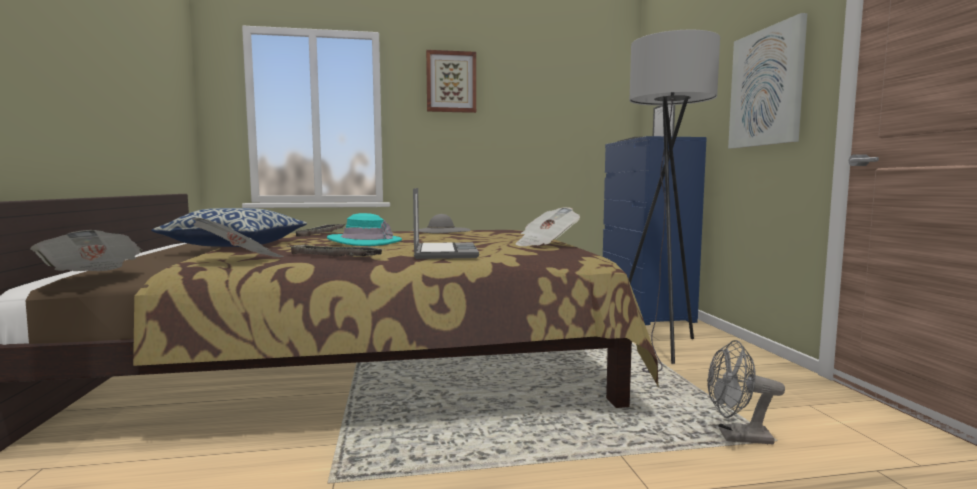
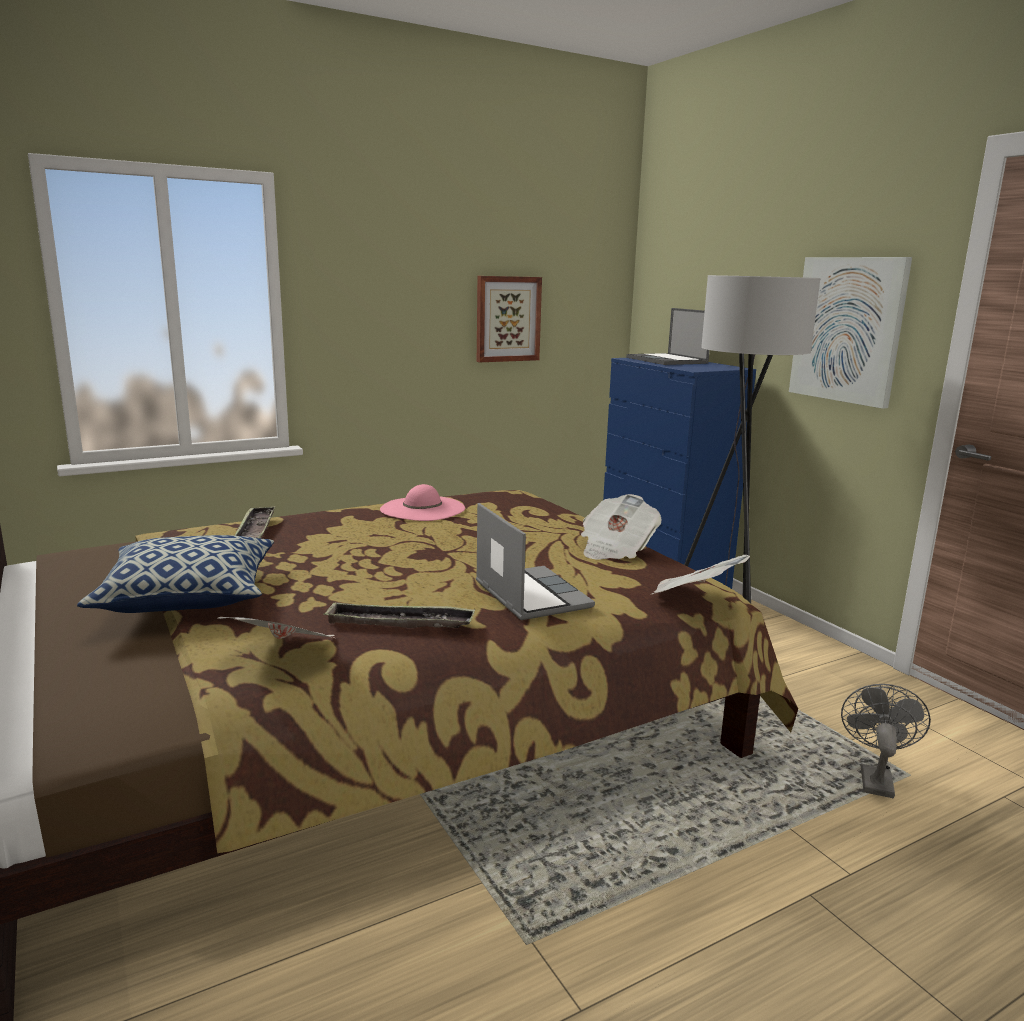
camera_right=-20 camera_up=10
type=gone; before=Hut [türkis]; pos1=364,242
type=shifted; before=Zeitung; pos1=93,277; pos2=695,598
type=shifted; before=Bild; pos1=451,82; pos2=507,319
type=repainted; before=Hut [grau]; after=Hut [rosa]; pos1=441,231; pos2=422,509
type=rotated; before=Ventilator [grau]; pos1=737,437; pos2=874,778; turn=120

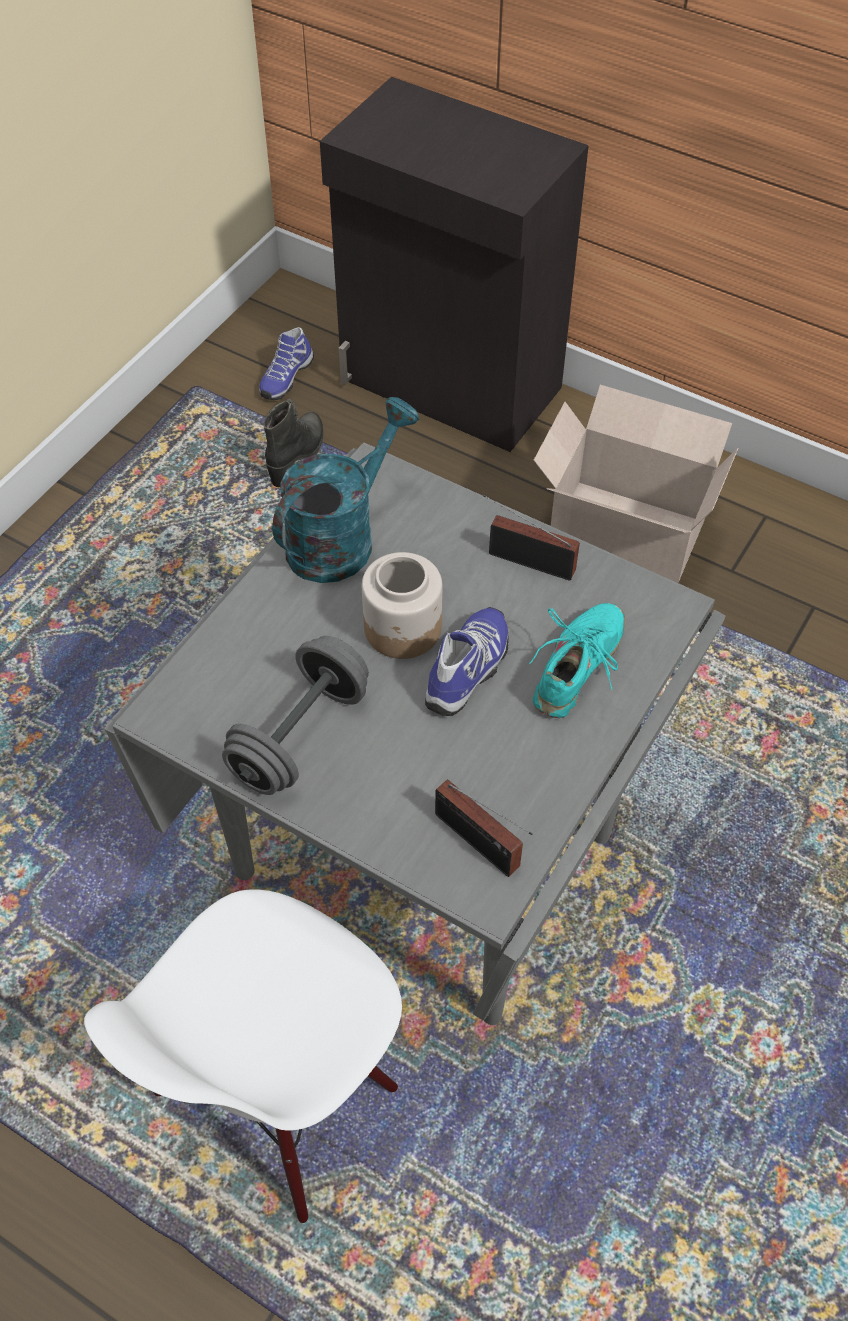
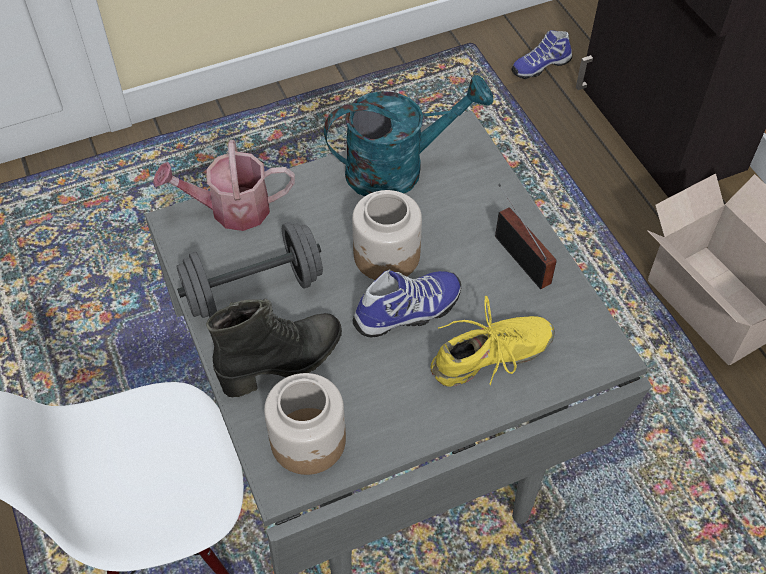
camera_right=35 camera_up=0
type=new; after=Gießkanne; pos2=231,209
type=shifted; before=Stiefel [schwarz]; pos1=298,456; pos2=283,363
type=swapped; before=Radio; after=Vorratsglas; pos1=480,845; pos2=309,441
type=repainted; before=Schuh [türkis]; after=Schuh [gelb]; pos1=578,668; pos2=491,357

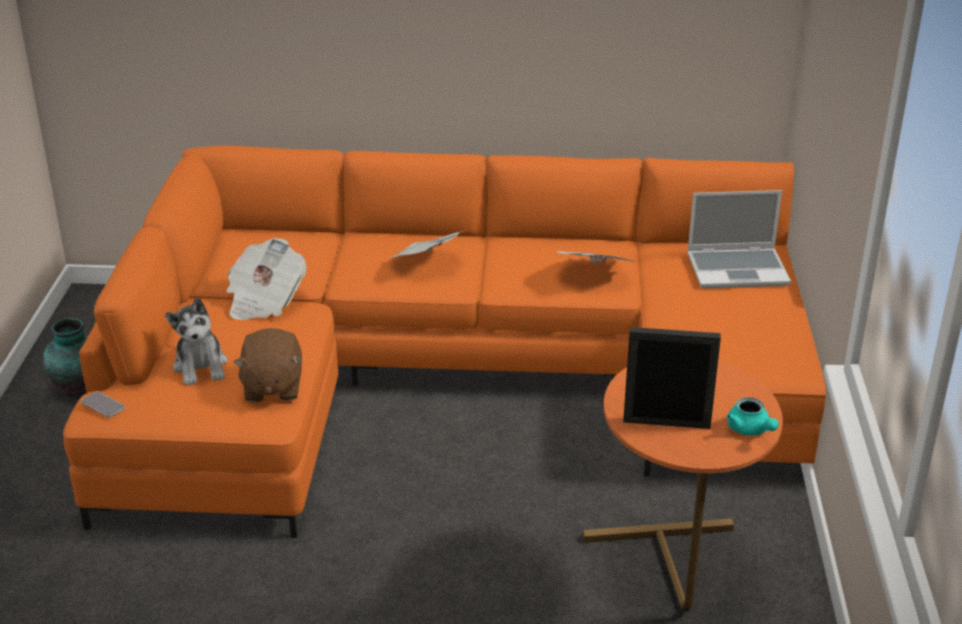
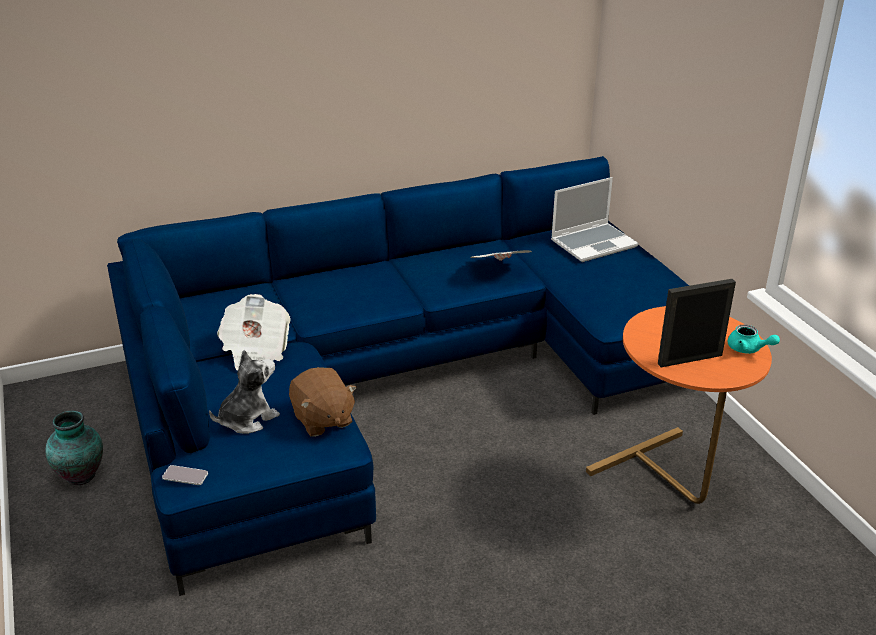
camera_right=-25 camera_up=0
type=gone; before=Zeitung; pos1=426,263
type=repainted; before=Sofa [orange]; after=Sofa [blau]; pos1=459,381; pos2=405,381
type=rotated; before=Plüschtier; pos1=201,366; pos2=247,419; turn=-90

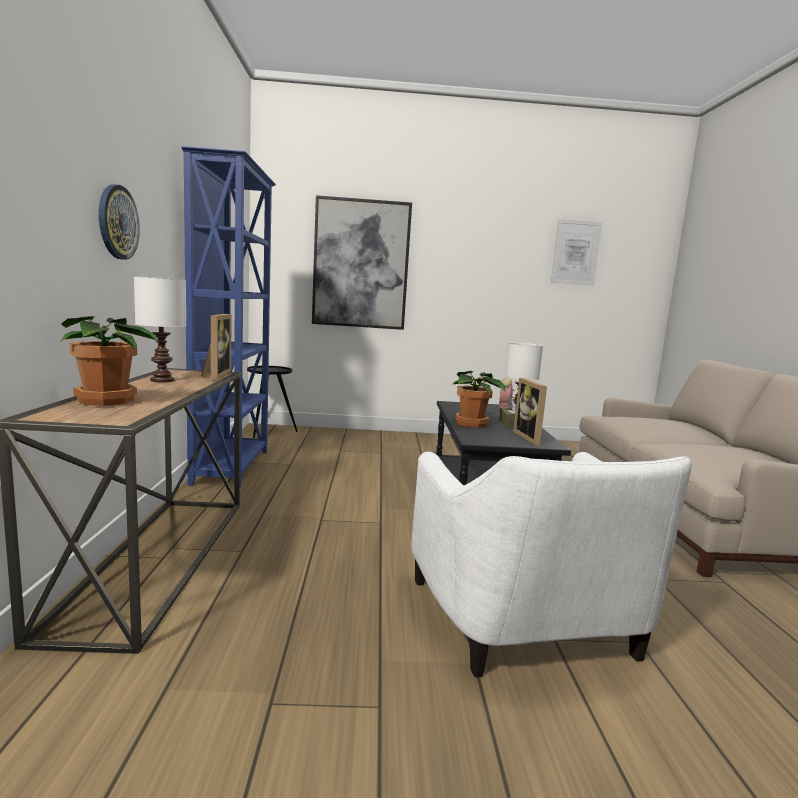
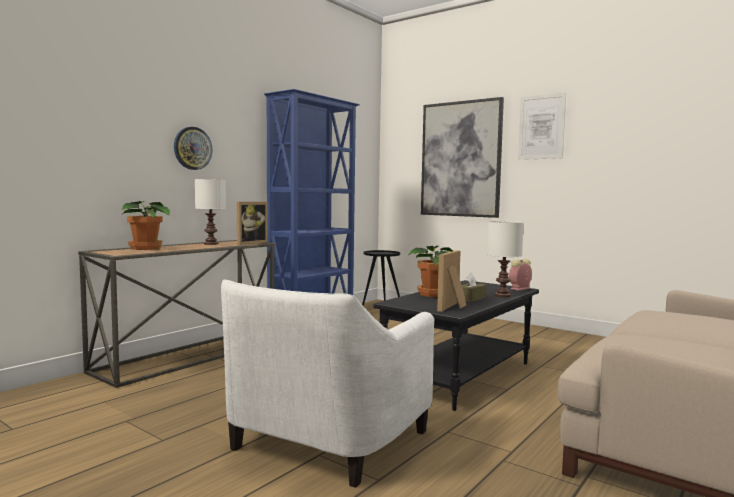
camera_right=40 camera_up=-5
type=shifted; before=Bild; pos1=575,252; pos2=541,127

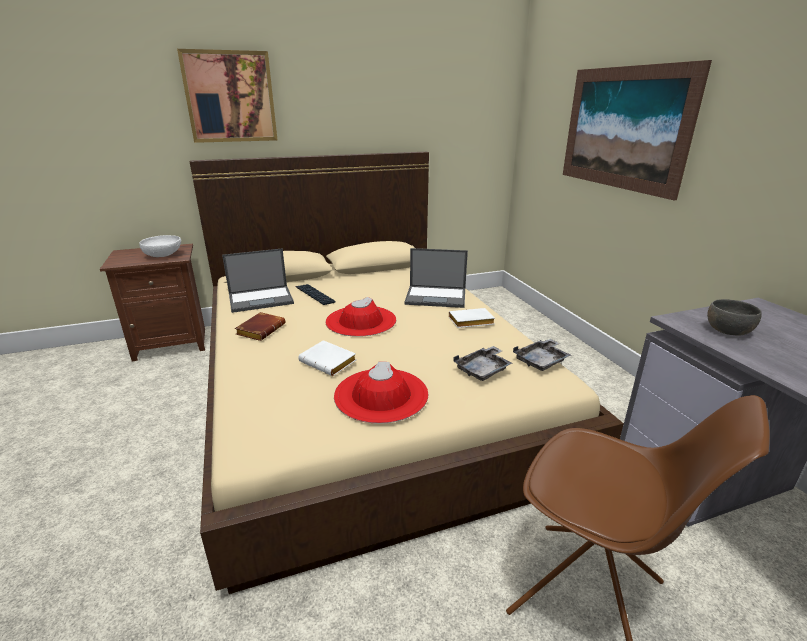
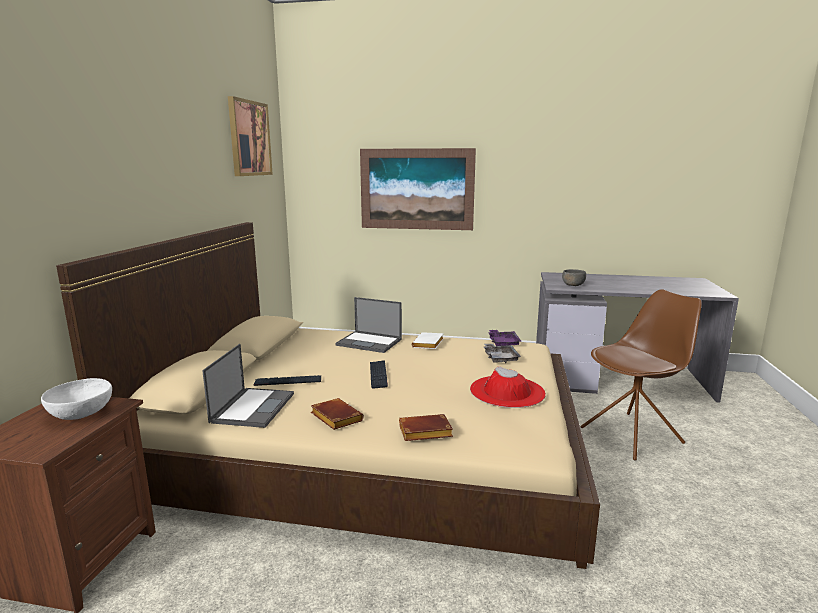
camera_right=-60 camera_up=-10
type=gone; before=Buch [weiß]; pos1=330,362
type=new; after=Buch [braun]; pos2=424,433
type=shifted; before=Bild; pos1=230,97; pos2=249,138
type=swapped; before=Hut [rot]; after=Tastatur; pos1=361,321; pos2=378,375
type=repainted; before=Tablett [grau]; after=Tablett [lila]; pos1=541,361; pos2=503,343
type=rotated; before=Laptop; pos1=436,297; pos2=370,342; turn=75

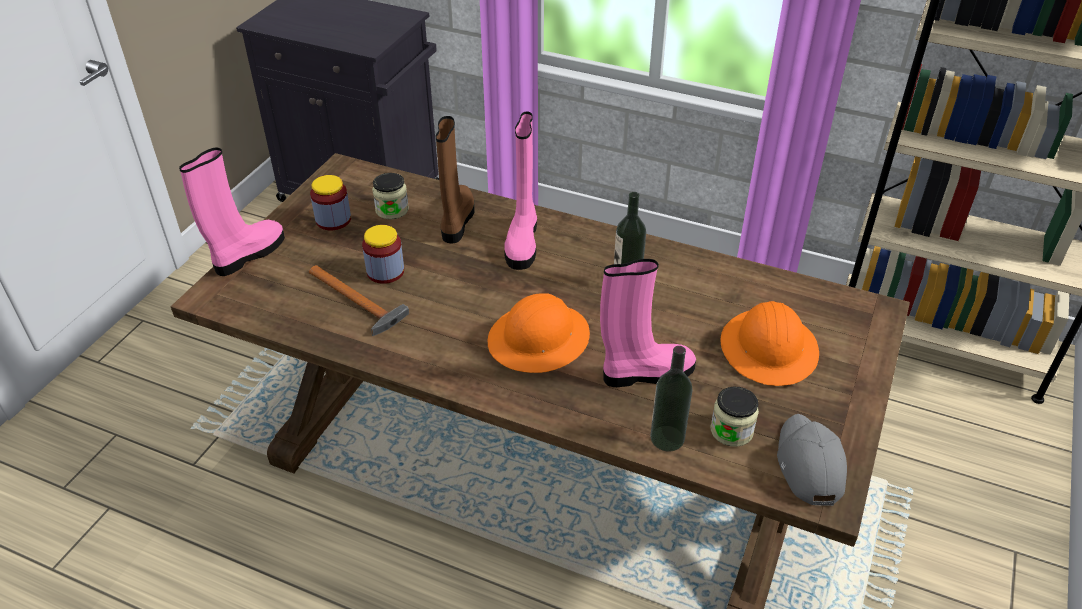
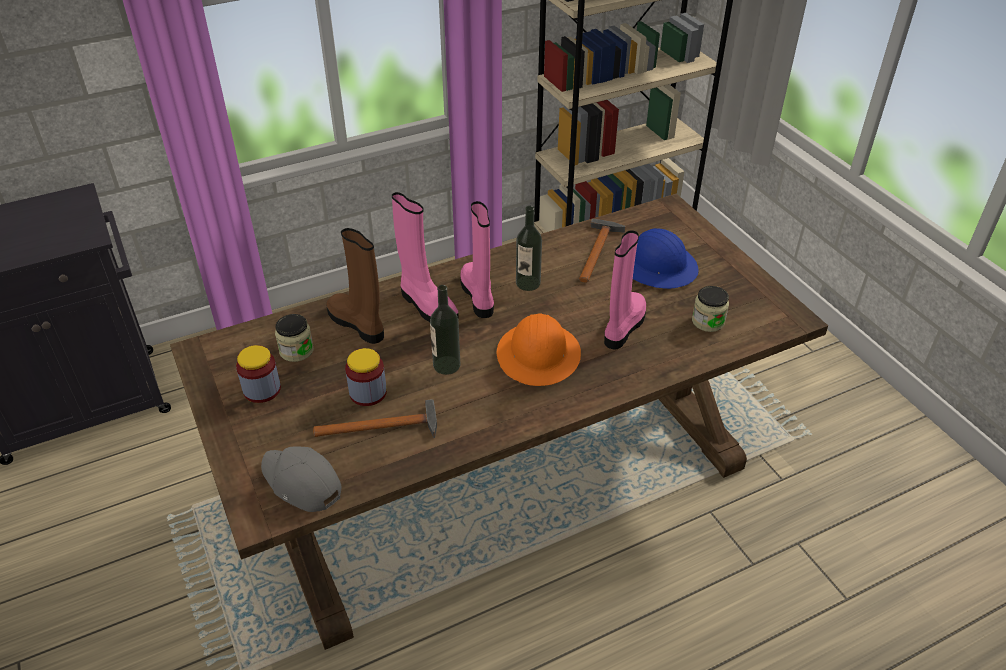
camera_right=-50 camera_up=0
type=new; after=Hammer; pos2=598,250
type=shifted; before=Stiefel [rosa]; pos1=248,255; pos2=479,296
type=shifted; before=Flasche; pos1=667,438; pos2=446,365
type=shifted; before=Kappe [grau]; pos1=808,465; pos2=301,483
type=repainted; before=Schutzhelm [orange]; after=Schutzhelm [blau]; pos1=769,349; pos2=657,266

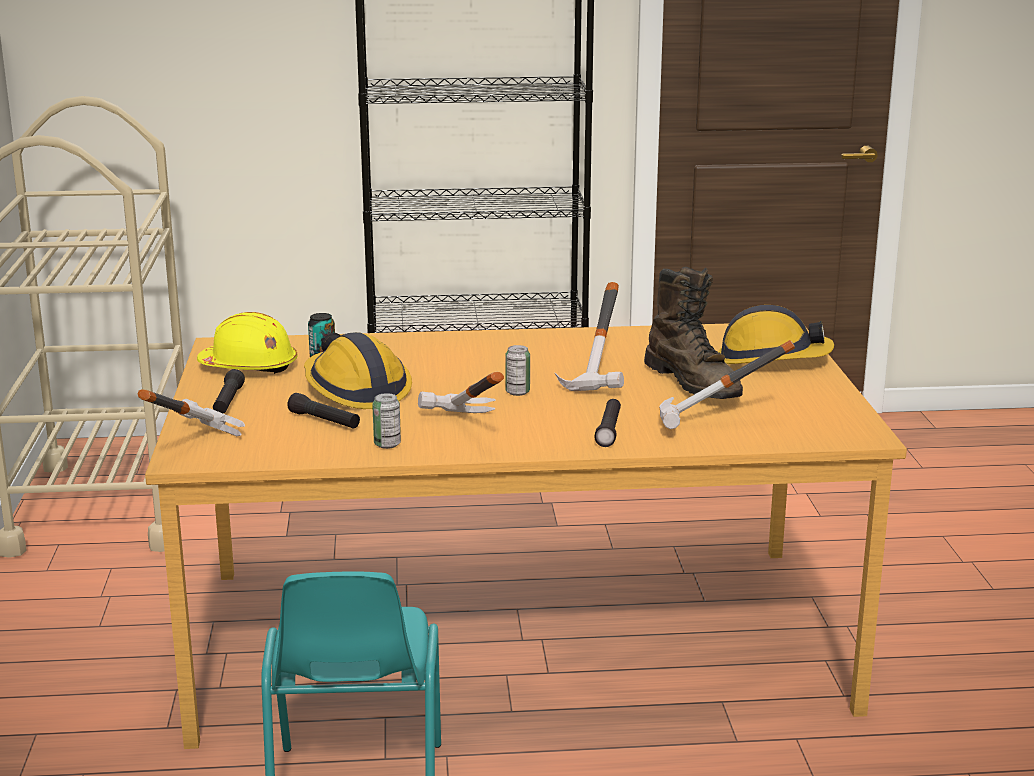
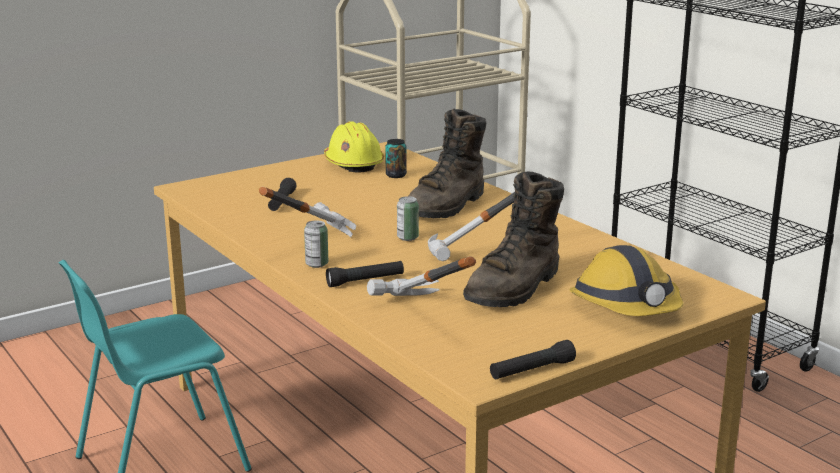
camera_right=60 camera_up=0
type=gone; before=Hammer; pos1=180,448
type=gone; before=Schutzhelm; pos1=355,389
type=new; after=Stiefel [braun]; pos2=447,206
type=shifted; before=Taschenlampe [schwarz]; pos1=228,401; pos2=532,370
type=shifted; before=Dose; pos1=387,444; pos2=317,264

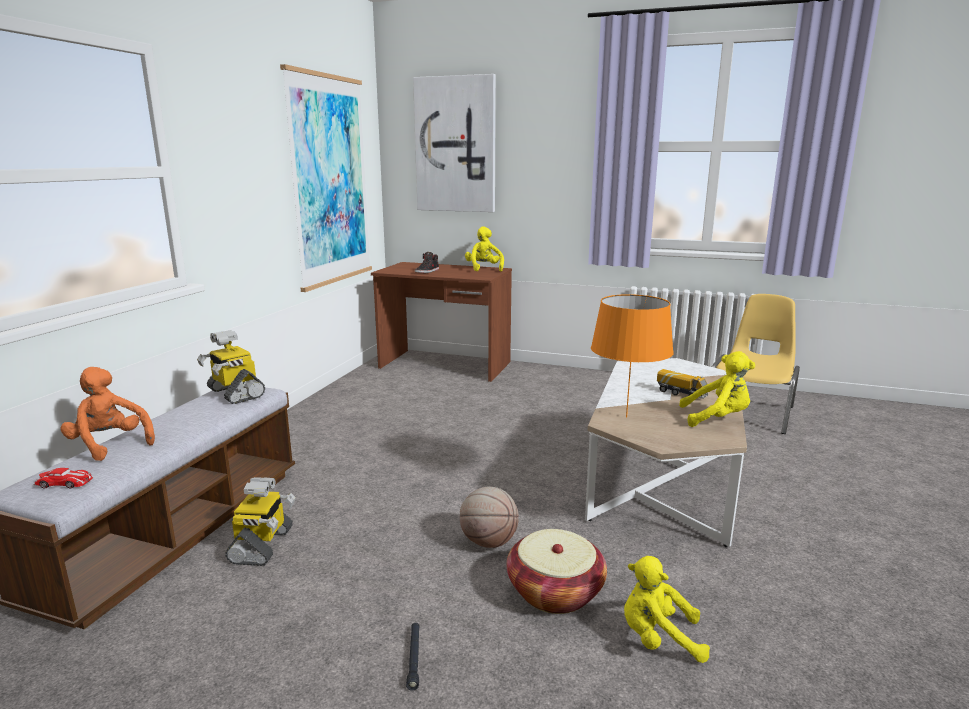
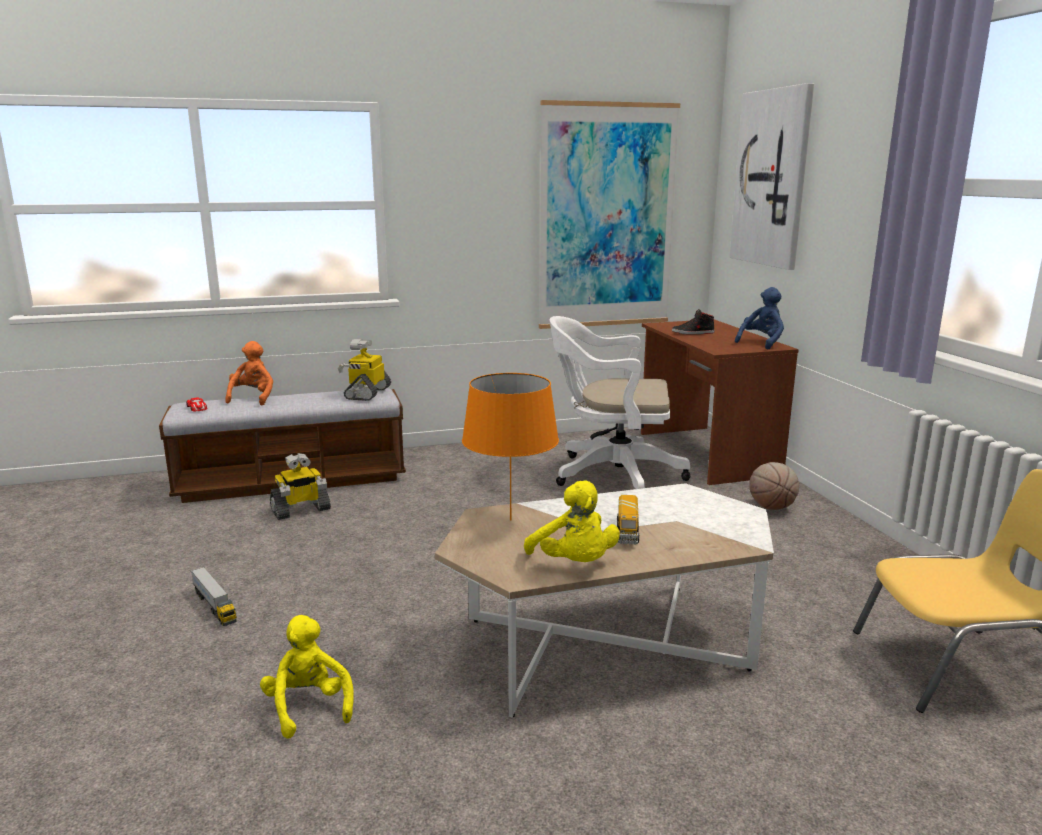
camera_right=55 camera_up=0
type=gone; before=Korb; pos1=555,591
type=new; after=Bürostuhl [weiß]; pos2=611,475
type=shifted; before=Basketball; pos1=489,541; pos2=771,507
type=swapped; before=Taschenlampe [schwarz]; after=Spielzeuglaster; pos1=414,658; pos2=214,606
type=repainted; before=Plüschtier [gelb]; after=Plüschtier [blau]; pos1=484,269; pos2=761,343

